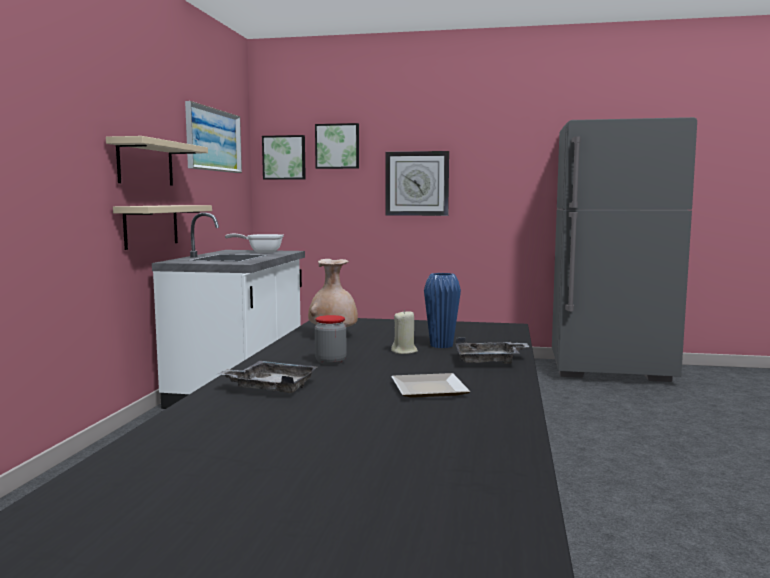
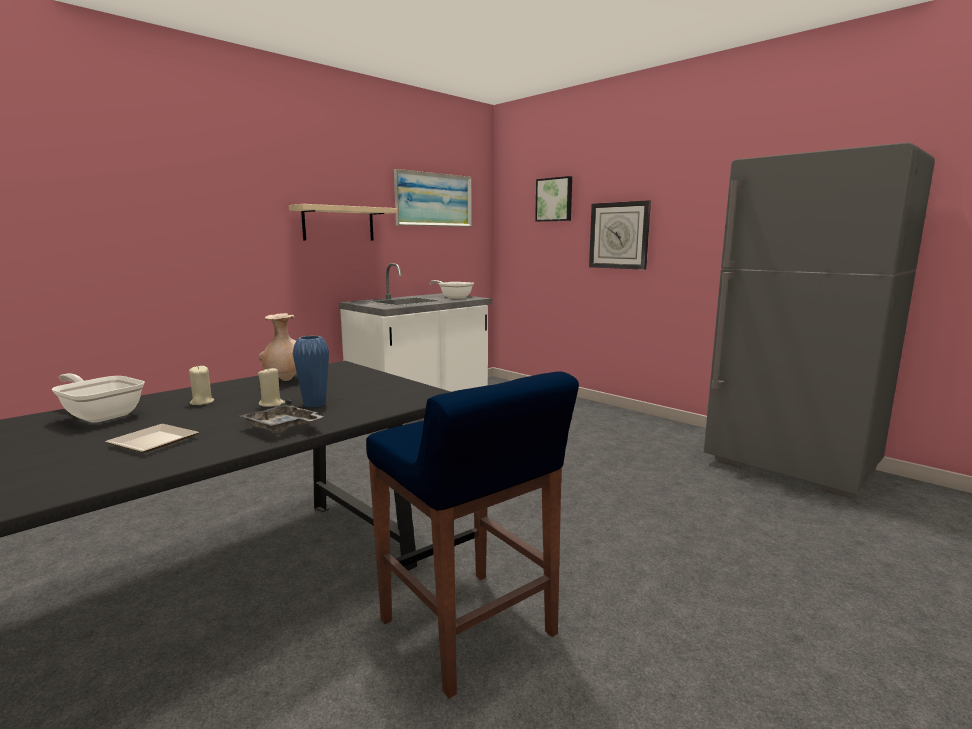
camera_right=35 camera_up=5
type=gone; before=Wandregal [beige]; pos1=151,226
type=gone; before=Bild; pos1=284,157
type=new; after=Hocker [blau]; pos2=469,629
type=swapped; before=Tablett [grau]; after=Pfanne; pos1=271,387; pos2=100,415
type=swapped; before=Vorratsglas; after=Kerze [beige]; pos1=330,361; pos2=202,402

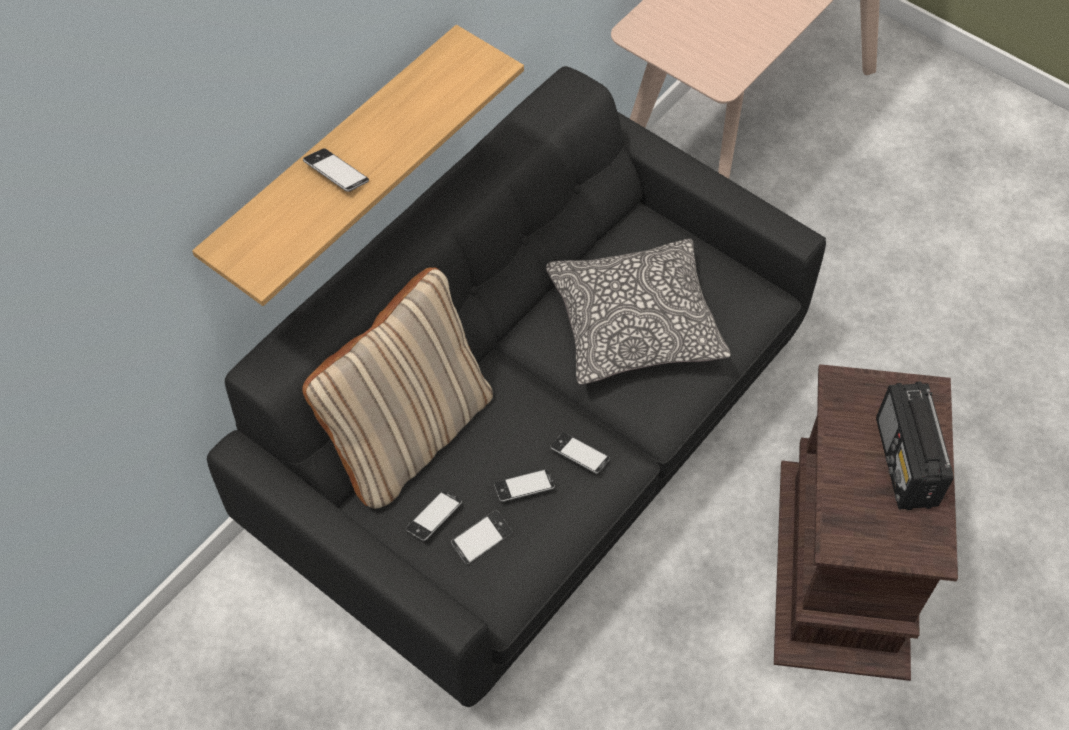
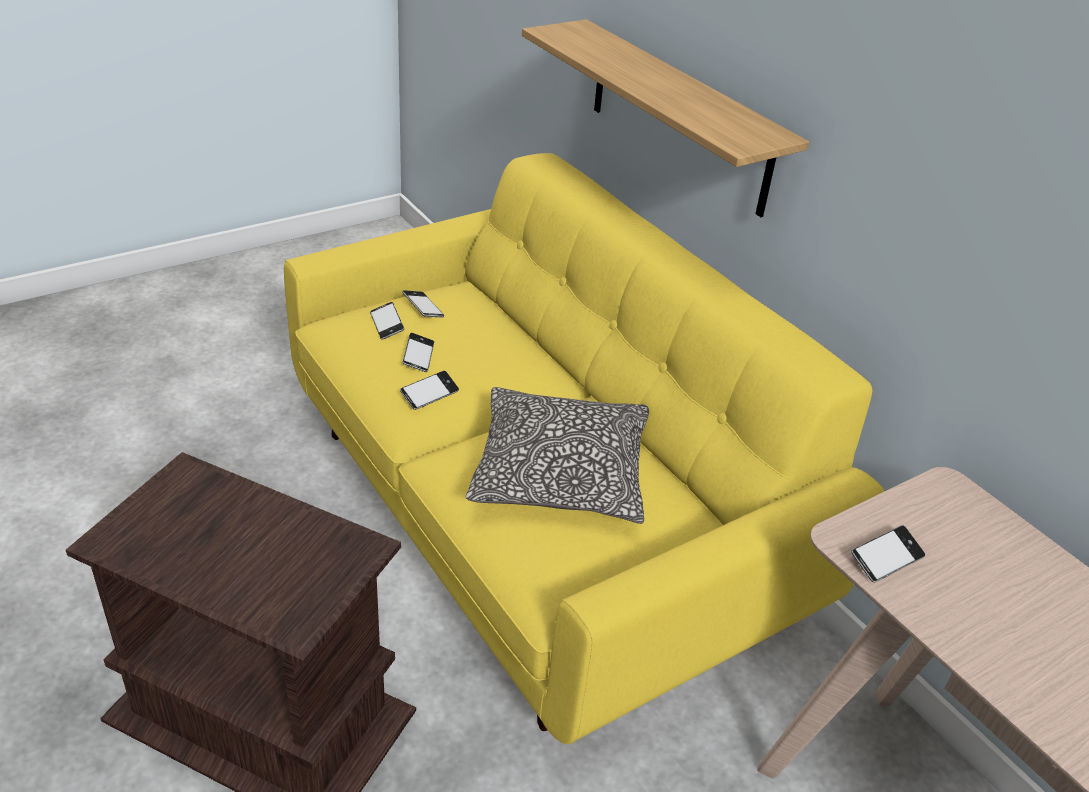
camera_right=105 camera_up=-20
type=gone; before=Kissen [beige]; pos1=409,434
type=gone; before=Radio; pos1=905,463
type=shifted; before=Handy; pos1=336,174; pos2=886,558
type=repainted; before=Sofa [schwarz]; after=Sofa [gelb]; pos1=533,444; pos2=536,517

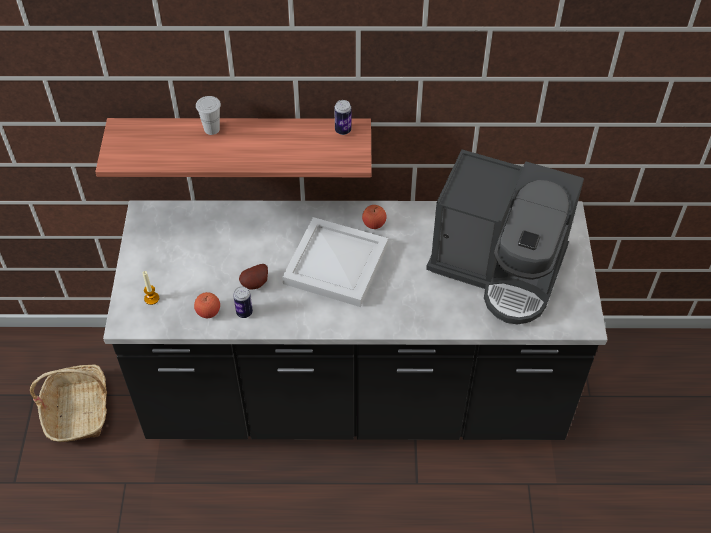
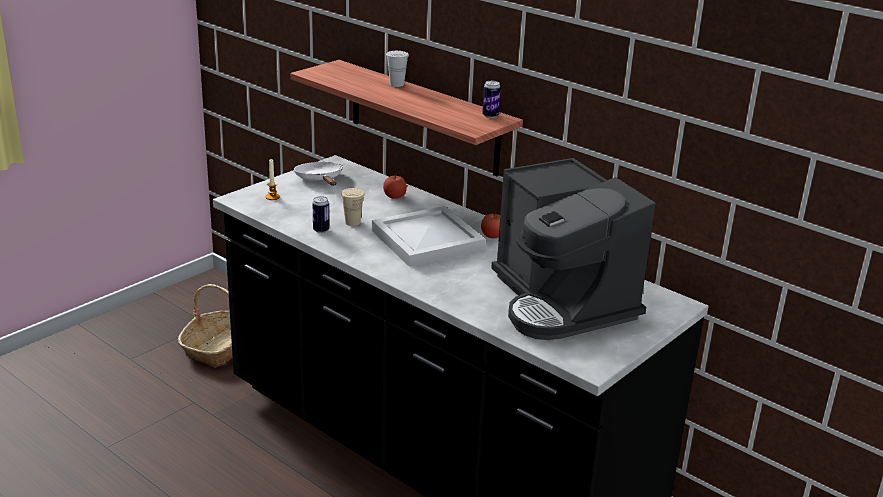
camera_right=40 camera_up=-25
type=new; after=Pfanne [weiß]; pos2=320,179
type=shifted; before=Apfel; pos1=208,312; pos2=394,196
type=swapped; before=Kartoffel; after=Tasse [beige]; pos1=256,284; pos2=352,222

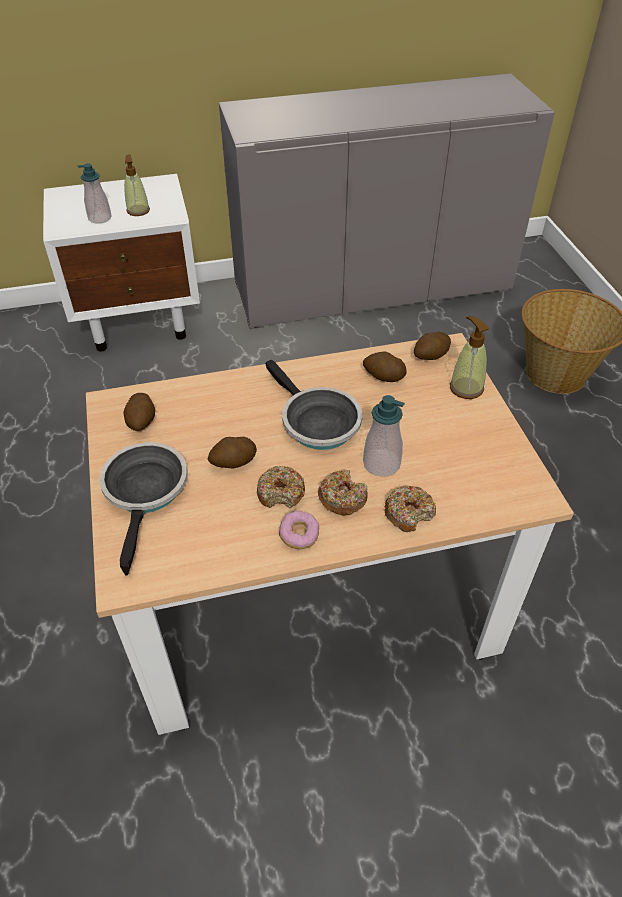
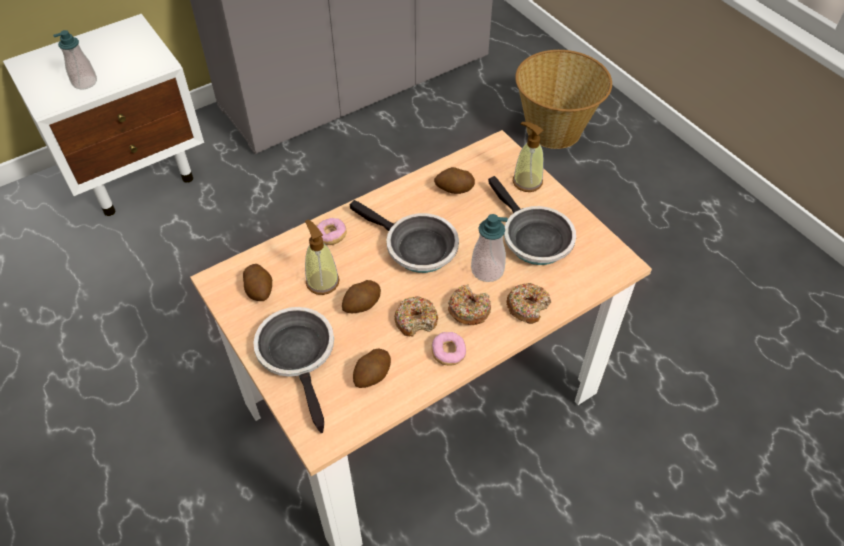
camera_right=-20 camera_up=5
type=new; after=Donut; pos2=331,236
type=new; after=Pfanne; pos2=533,238
type=shifted; before=Seifenspender; pos1=138,210; pos2=322,282
type=shifted; before=Kartoffel; pos1=430,356; pos2=372,376

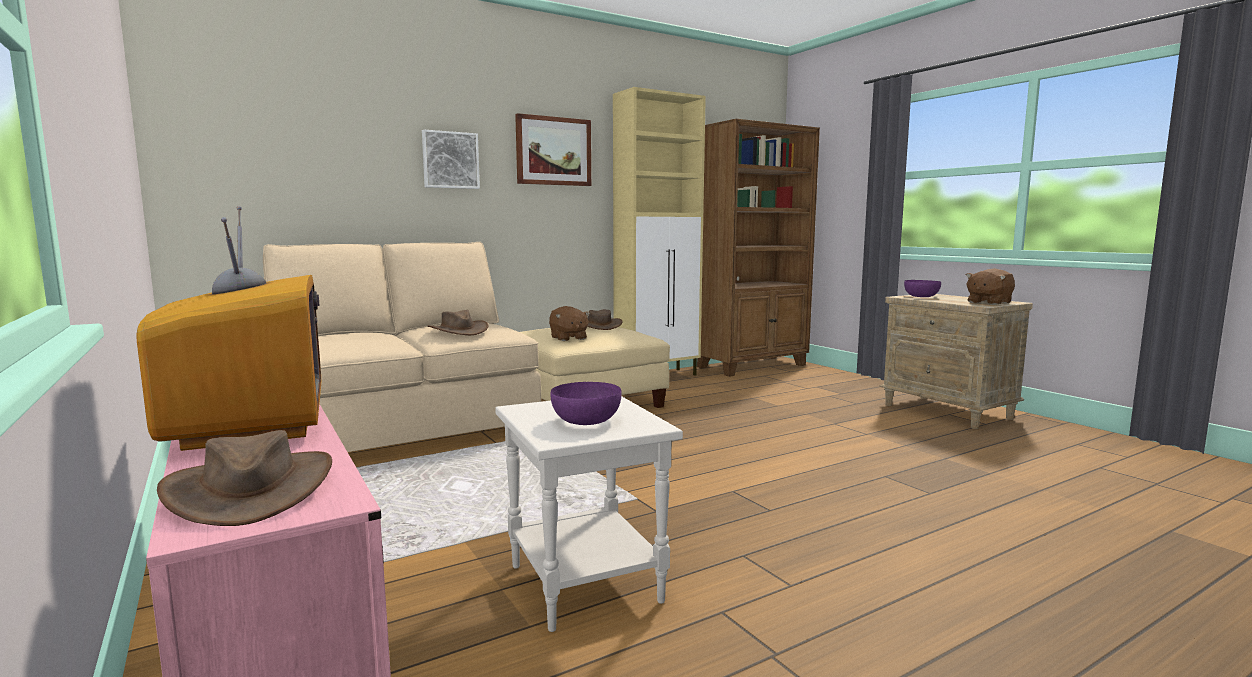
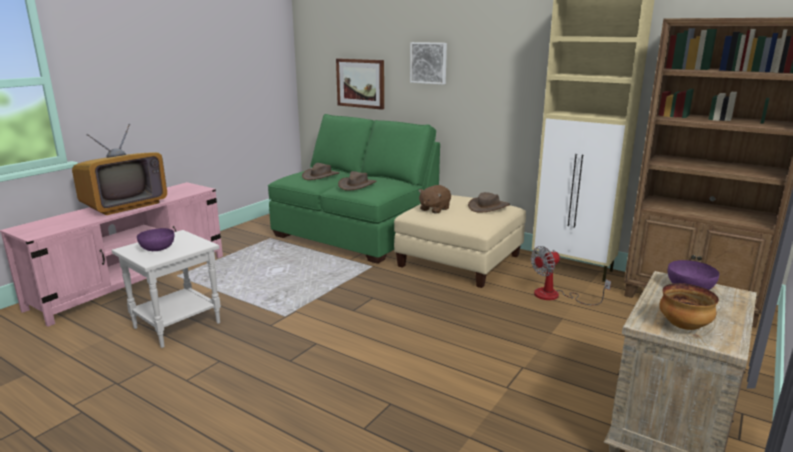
camera_right=65 camera_up=10
type=new; after=Ventilator; pos2=556,296
type=shifted; before=Hut [braun]; pos1=250,489; pos2=321,176
type=shifted; before=Bild; pos1=553,151; pos2=360,83
type=swapped; before=Plüschtier [braun]; after=Schüssel; pos1=988,302; pos2=684,327
type=repainted; before=Sofa [beige]; after=Sofa [grün]; pos1=407,428; pos2=354,234

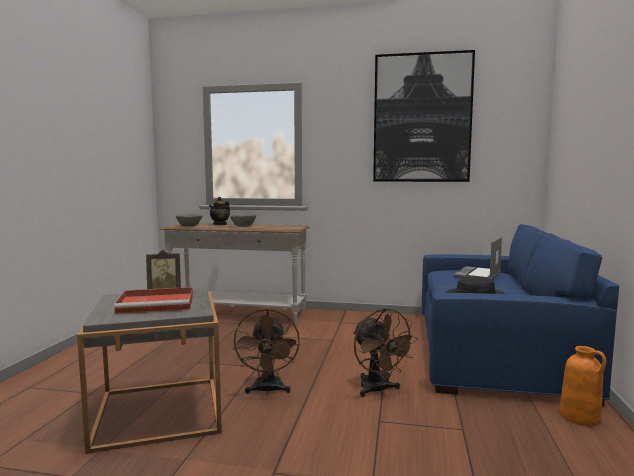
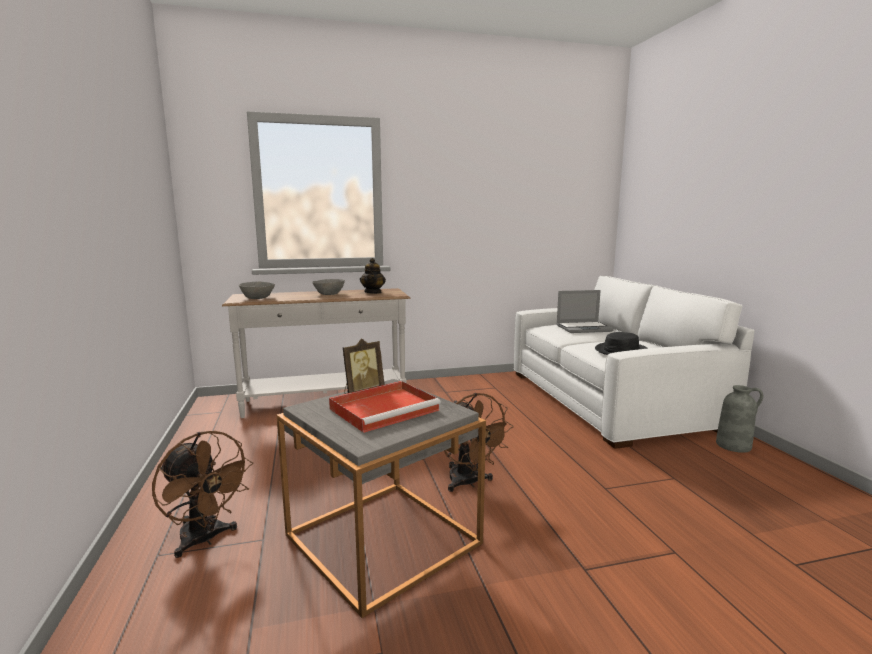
camera_right=-25 camera_up=5
type=gone; before=Bild; pos1=422,118
type=shifted; before=Teekanne; pos1=220,224; pos2=373,292
type=shifted; before=Ventilator [braun]; pos1=378,390; pos2=205,540
type=repainted; before=Sofa [blau]; after=Sofa [weiß]; pos1=494,351; pos2=610,399
type=repainted; before=Vase [orange]; after=Vase [grau]; pos1=580,417; pos2=734,445
type=rotated; before=Laptop; pos1=478,275; pos2=584,328; turn=-105

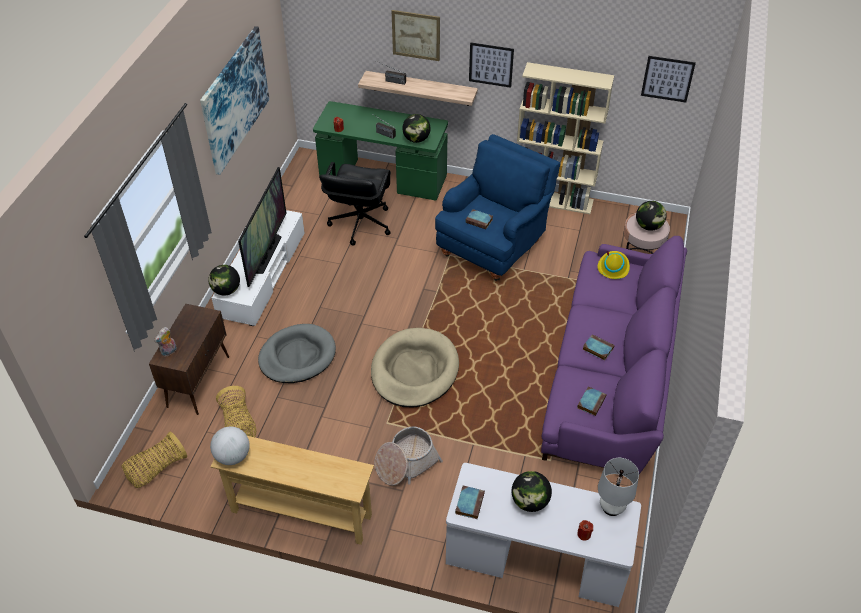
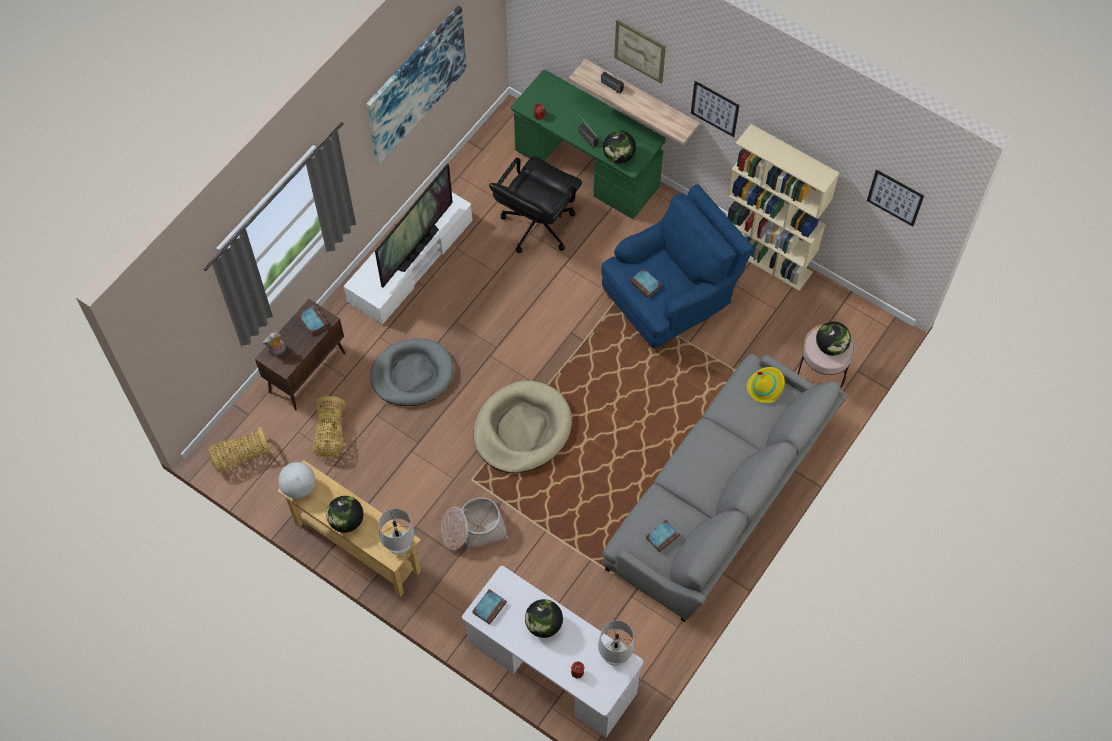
camera_right=20 camera_up=15
type=new; after=Tischlampe [weiß]; pos2=399,546
type=shifted; before=Globus; pos1=226,290; pos2=347,521
type=shifted; before=Buch; pos1=597,348; pos2=313,321
type=repainted; before=Sofa [lila]; after=Sofa [grau]; pos1=610,373; pos2=719,497

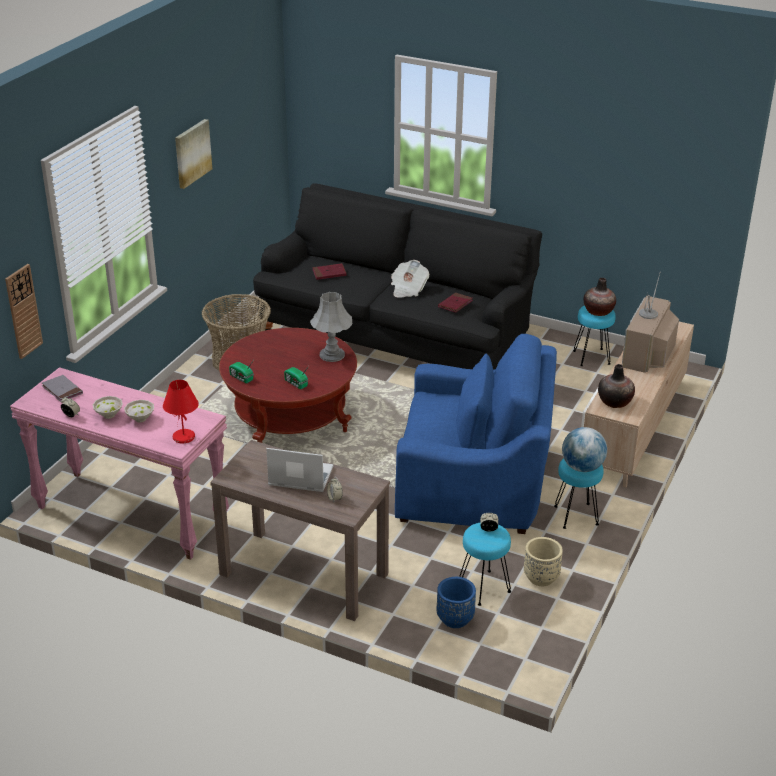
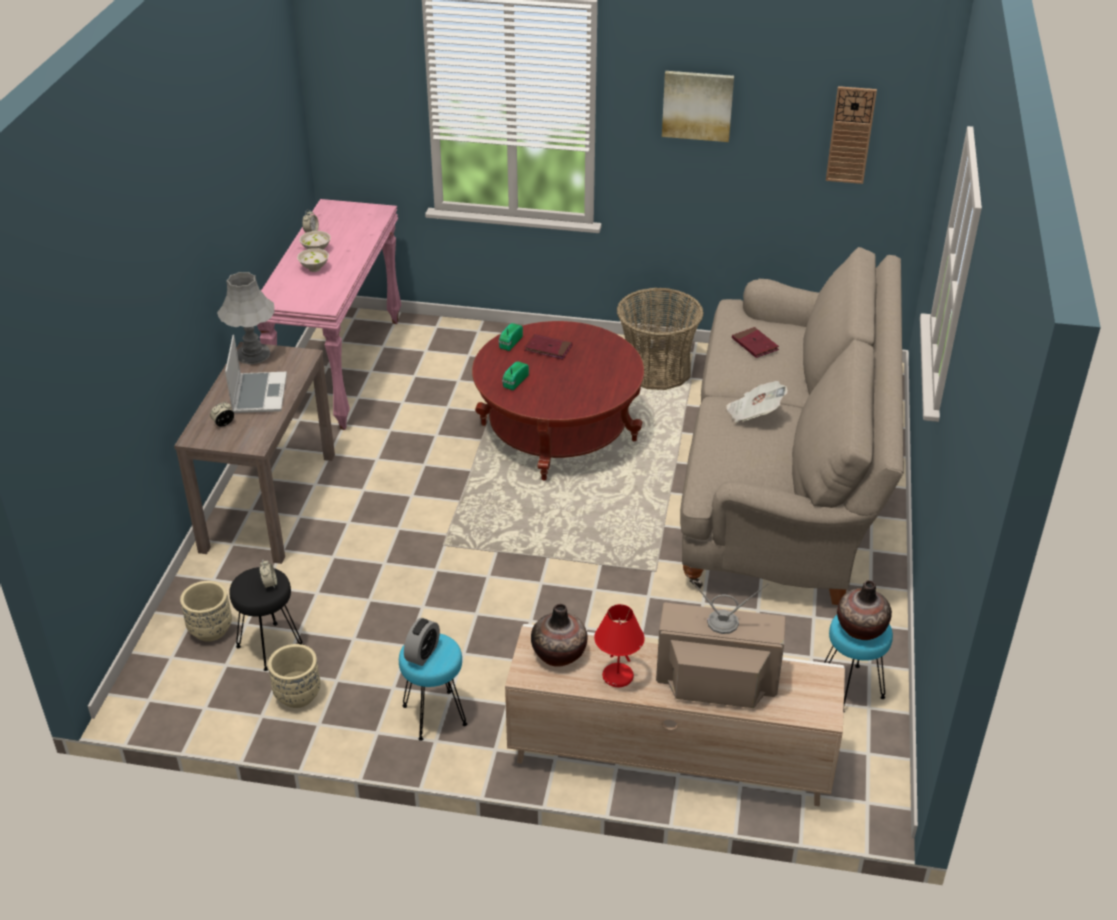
camera_right=75 camera_up=5
type=gone; before=Buch [grau]; pos1=62,390
type=gone; before=Sessel [blau]; pos1=474,482
type=shifted; before=Wanduhr; pos1=23,311; pos2=850,135
type=shifted; before=Tischlampe [rot]; pos1=184,437; pos2=617,677
type=shifted; before=Tischlampe [grau]; pos1=332,354; pos2=253,354
type=shifted; before=Buch [rot]; pos1=455,304; pos2=548,349
type=swapped; before=Globus; after=Wecker; pos1=582,467; pos2=422,654
type=repainted; before=Sofa [schwarz]; after=Sofa [beige]; pos1=395,337; pos2=785,481
type=repainted; before=Pflanzkübel [blau]; after=Pflanzkübel [beige]; pos1=455,619; pos2=210,630
type=repainted; before=Hocker [türkis]; after=Hocker [schwarz]; pos1=483,588; pos2=270,646

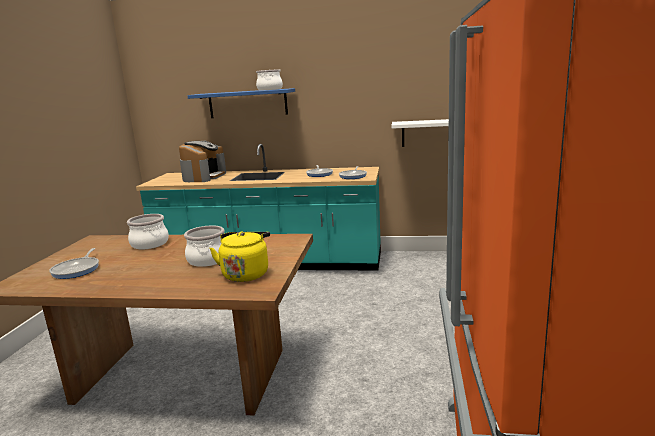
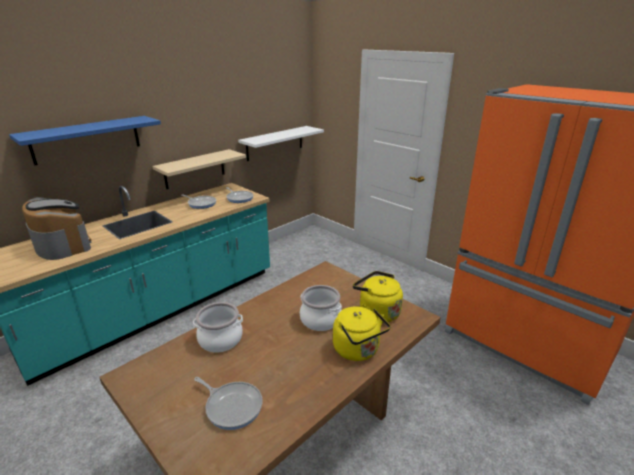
camera_right=-55 camera_up=10
type=gone; before=Kochtopf; pos1=270,89
type=new; after=Wandregal [beige]; pos2=194,169
type=new; after=Wasserkessel [gelb]; pos2=358,350

